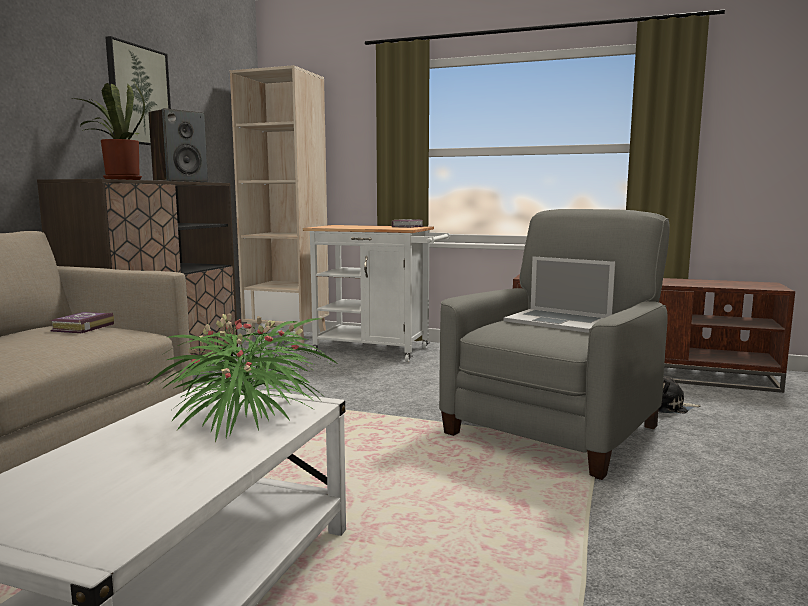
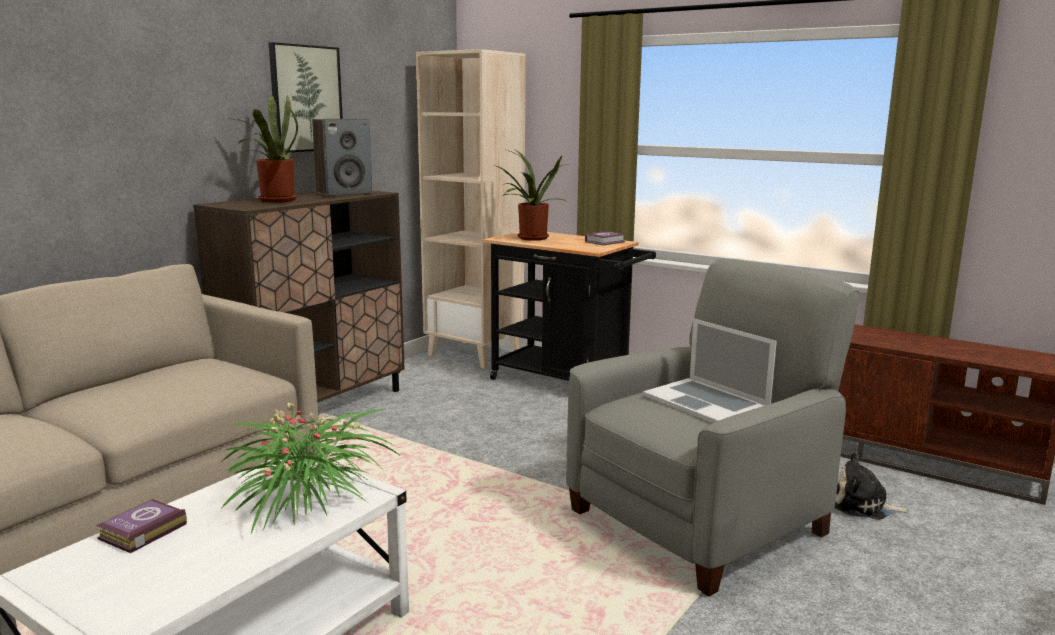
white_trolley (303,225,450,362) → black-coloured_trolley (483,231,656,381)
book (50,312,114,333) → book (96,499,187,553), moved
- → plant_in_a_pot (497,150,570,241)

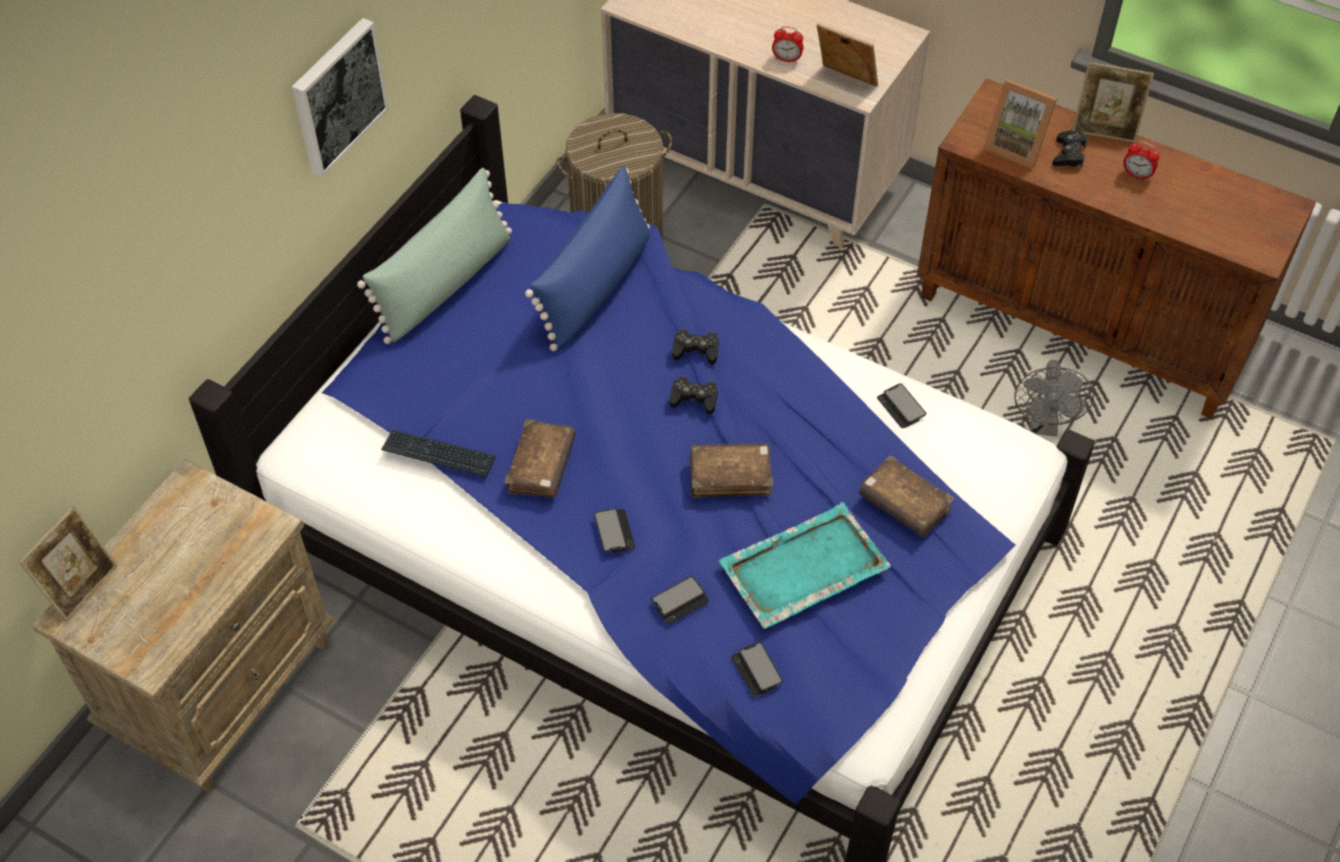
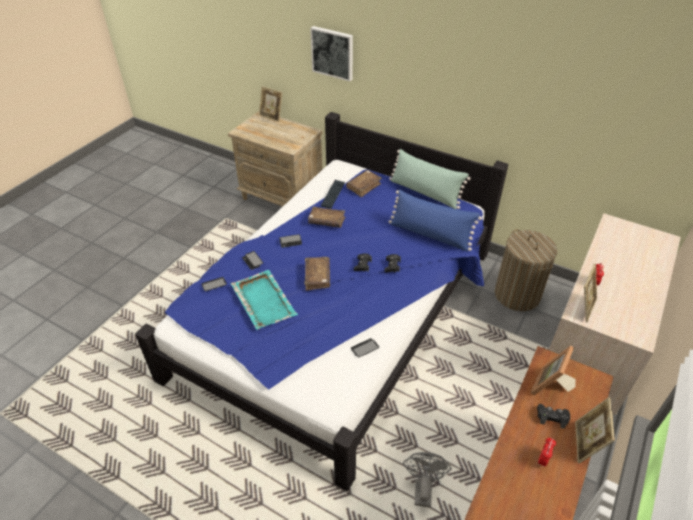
picture (292,18,389,177) → picture (310,26,353,81), moved
greyish_cooling_fan (1014,360,1094,437) → greyish_cooling_fan (403,452,452,507), 90 degrees clockwise
brown-coloured_book (859,456,955,537) → brown-coloured_book (346,170,382,197), moved

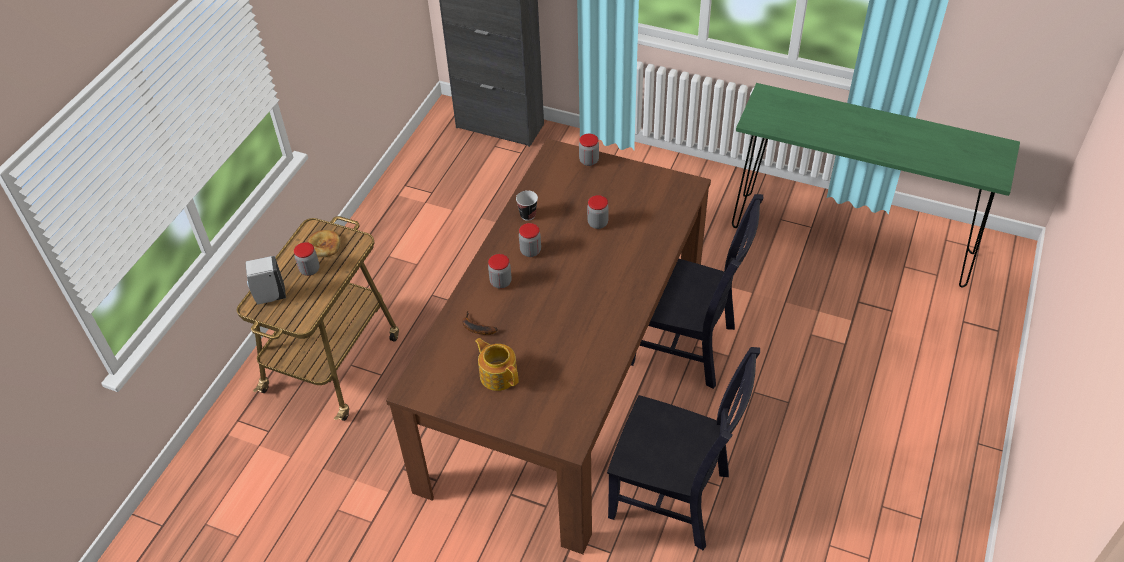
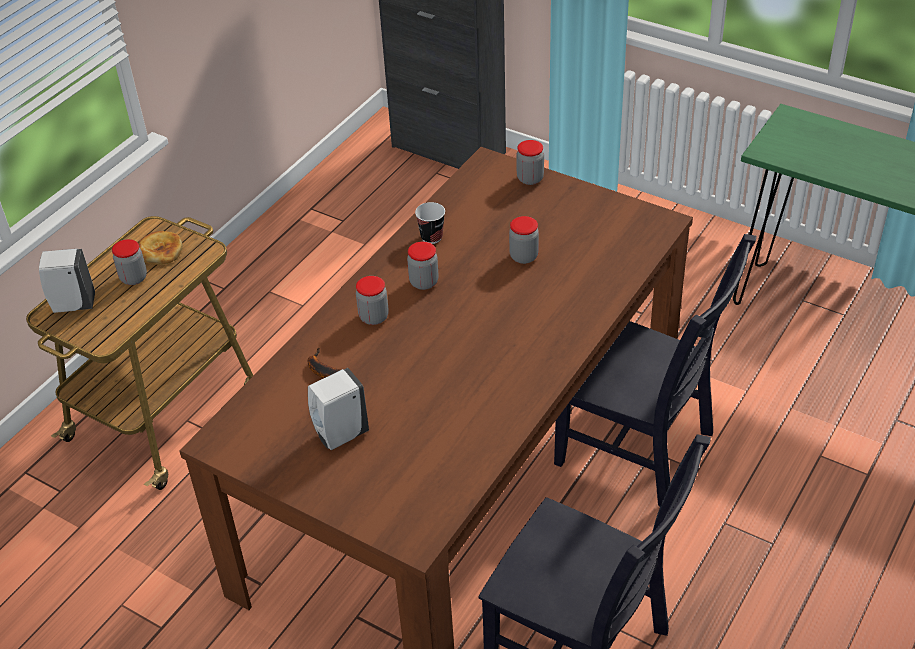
teapot (475,338,518,391) → white_soap_dispenser (308,368,369,450)

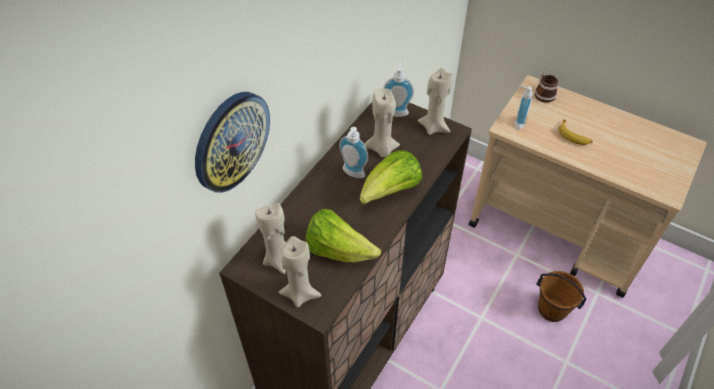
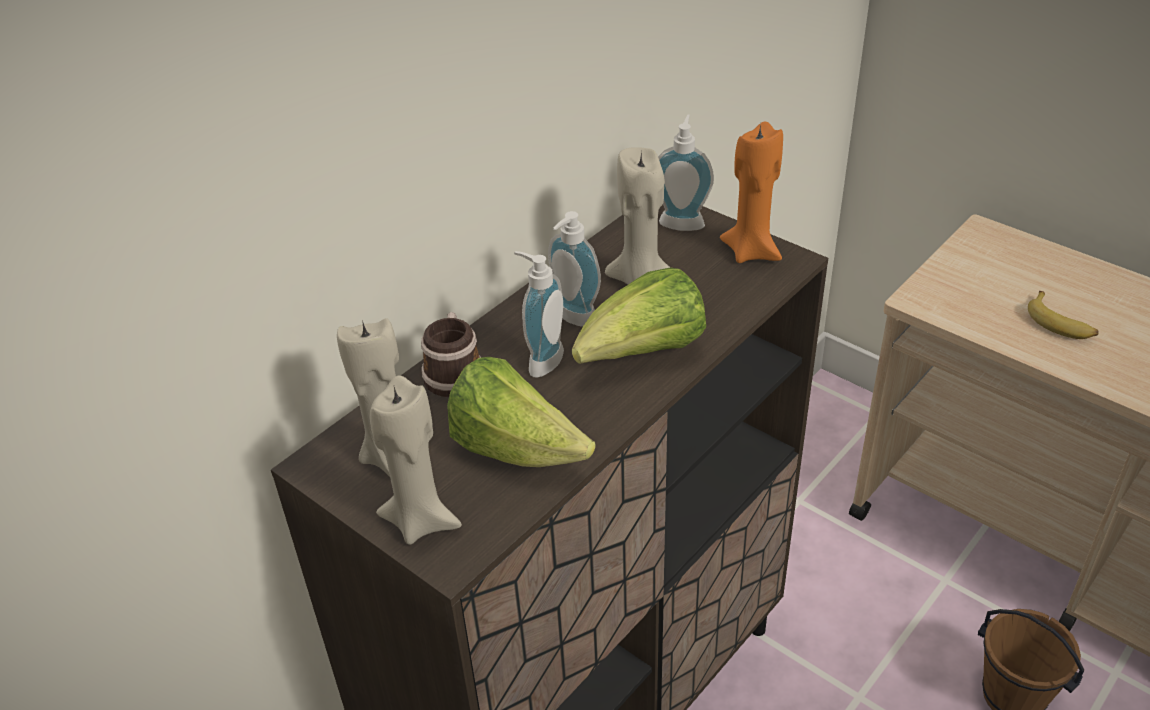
sand-coloured_candle (418,68,452,135) → orange-coloured_candle (720,122,783,263)
mug (535,73,559,103) → mug (421,312,481,397), moved
soap_dispenser (515,86,533,130) → soap_dispenser (514,251,564,378), moved
hanging_clock (195,92,270,193) → -

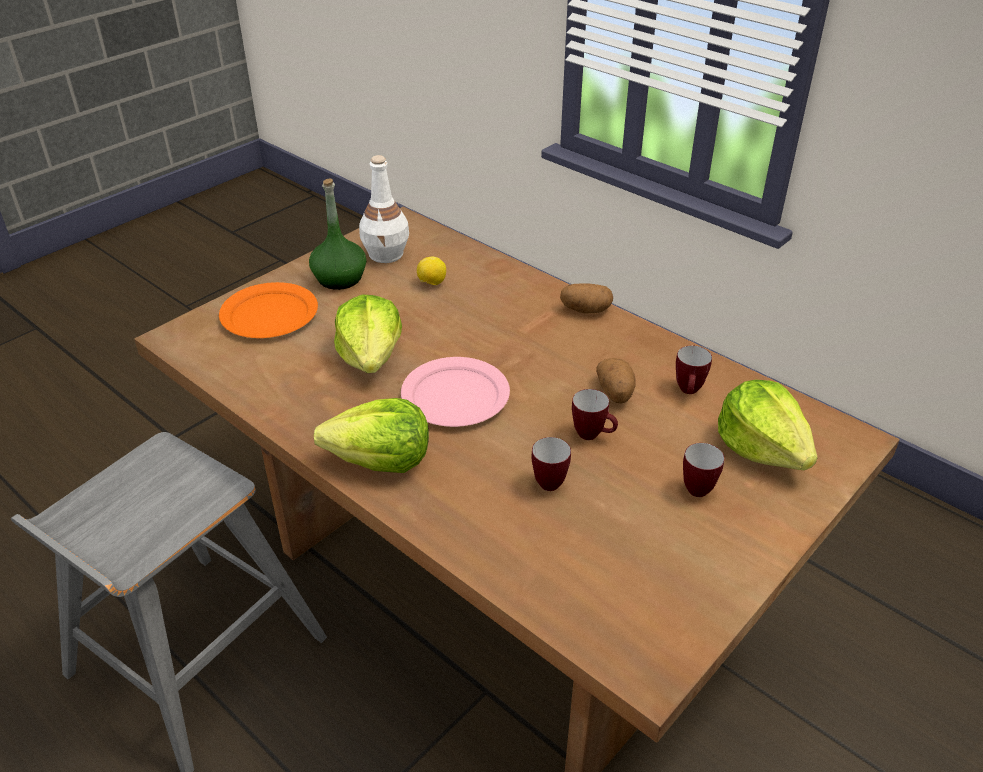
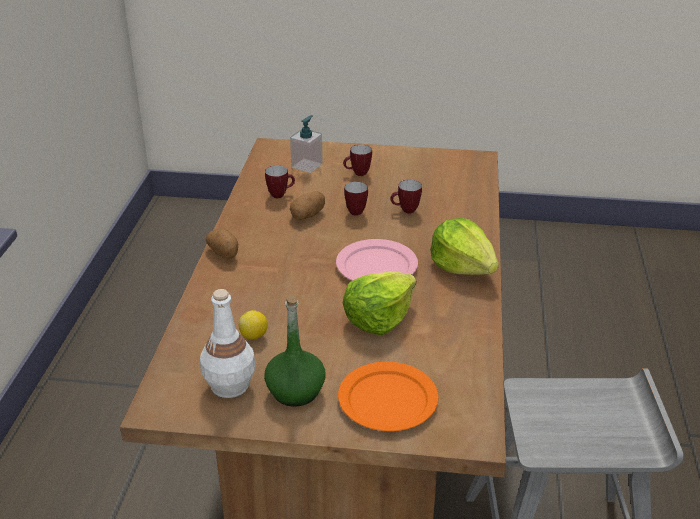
lettuce (718,380,818,470) → soap_dispenser (290,115,323,173)

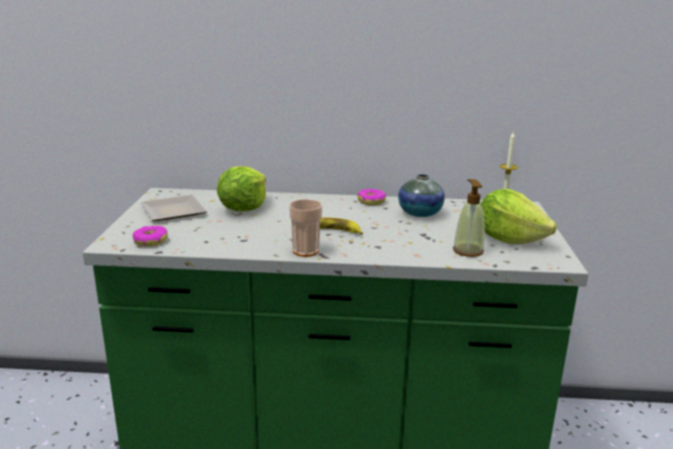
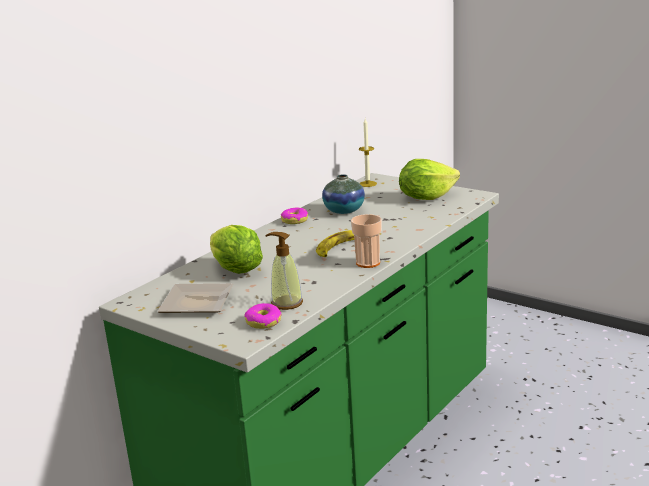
soap_dispenser (453,179,485,257) → soap_dispenser (265,232,303,310), moved

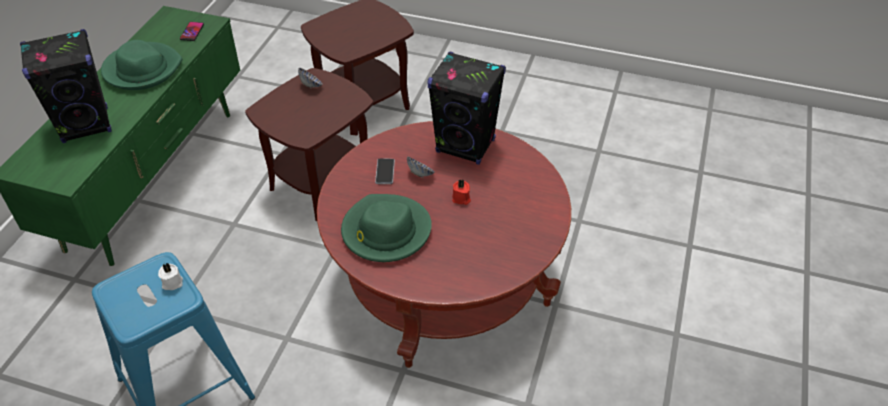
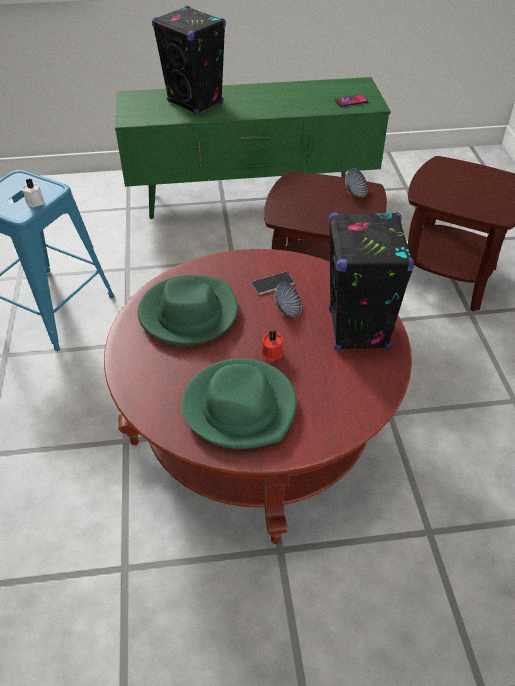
green_wearable_hat (101,40,182,90) → green_wearable_hat (182,358,297,449), moved

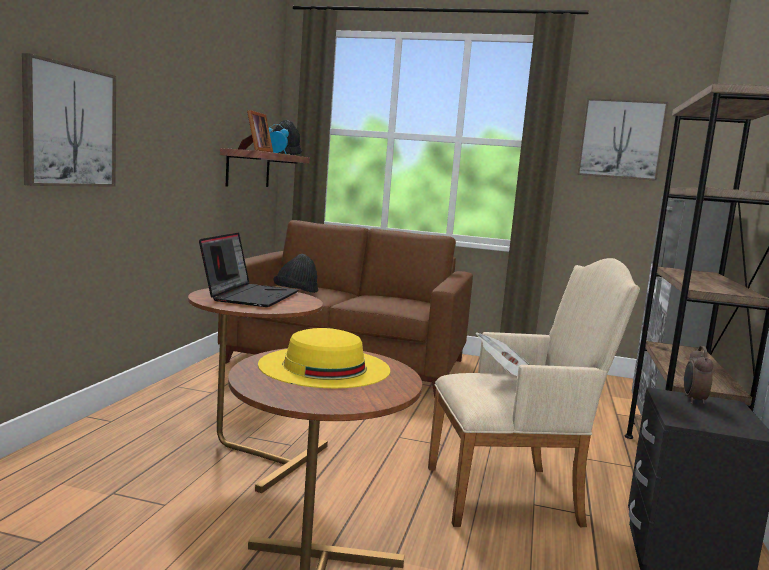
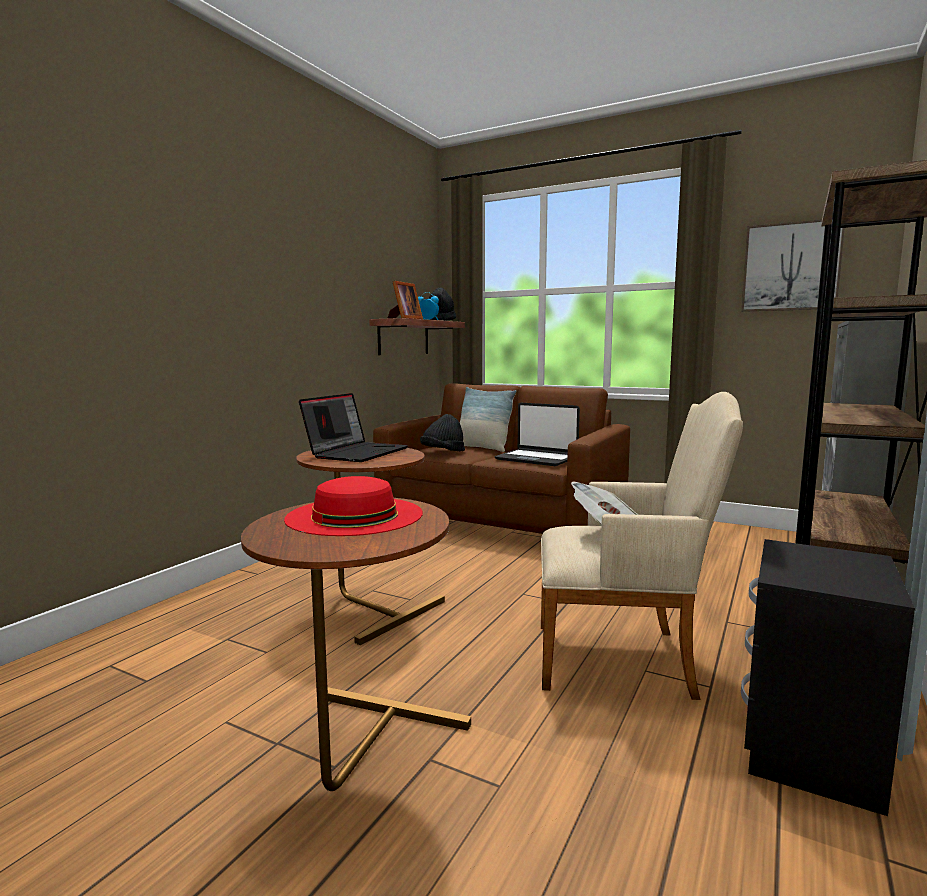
picture (22,53,116,187) → -
yellowish_wearable_hat (258,328,390,388) → reddish_wearable_hat (284,476,423,536)
bedside_clock (684,346,713,404) → -
- → cushion (460,387,516,452)
- → portable_computer (495,403,580,466)

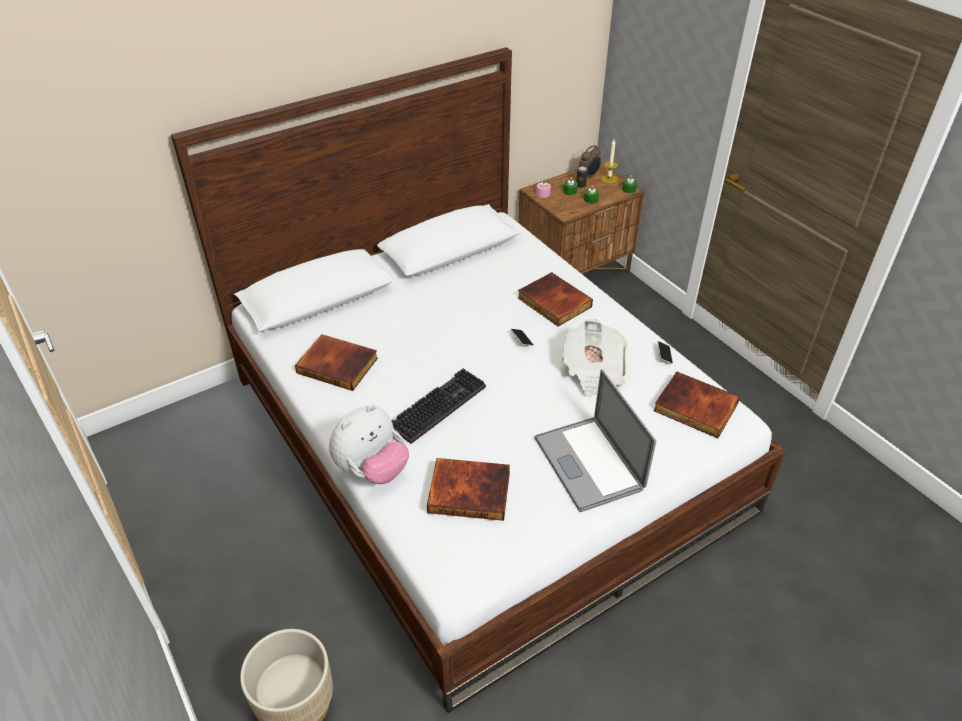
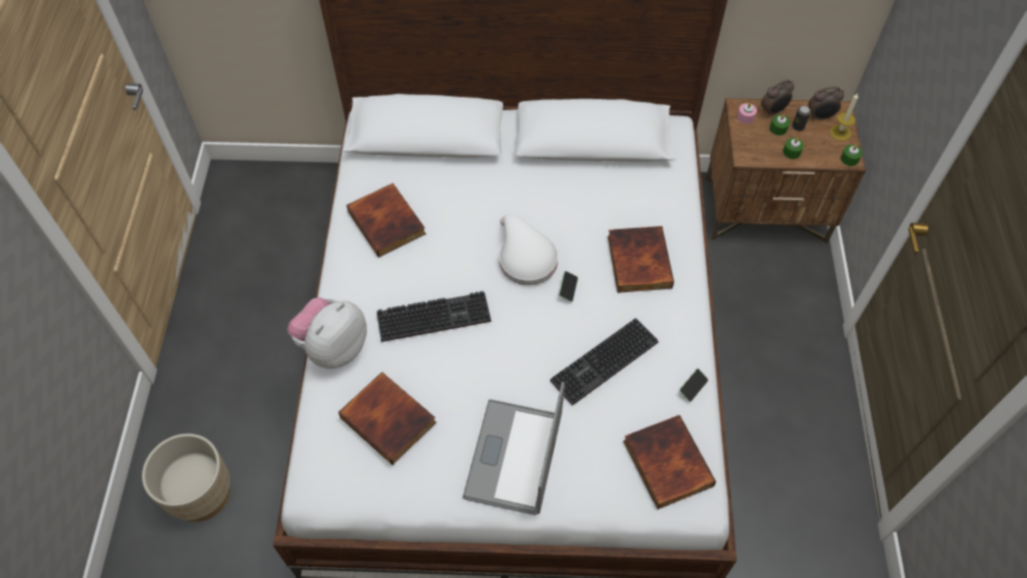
printed_paper (562,319,627,397) → PC_keyboard (550,318,658,406)
plush_toy (329,405,409,484) → plush_toy (287,298,367,369), 135 degrees clockwise
- → bedside_clock (761,79,794,117)
- → white_wearable_hat (499,214,558,285)

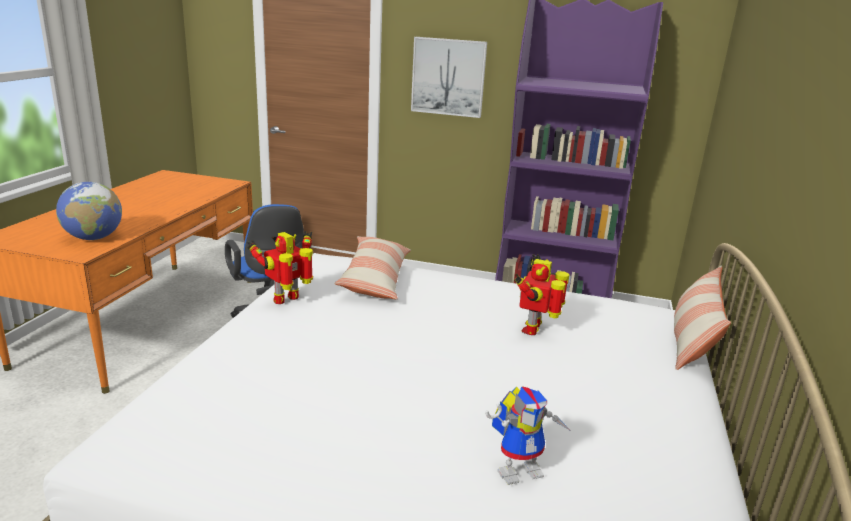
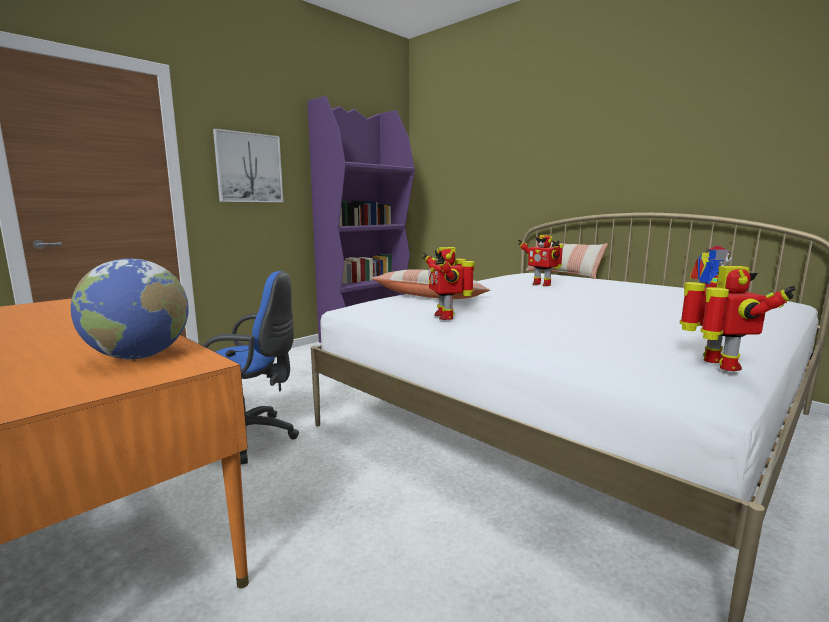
- → toy_robot (680,266,796,371)

